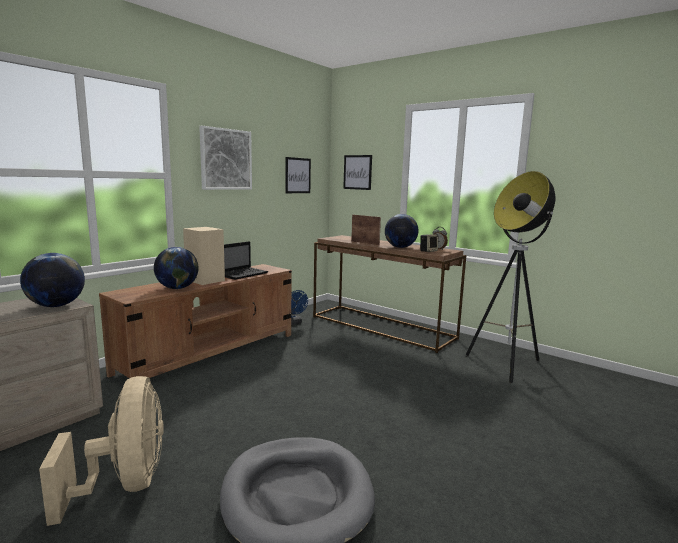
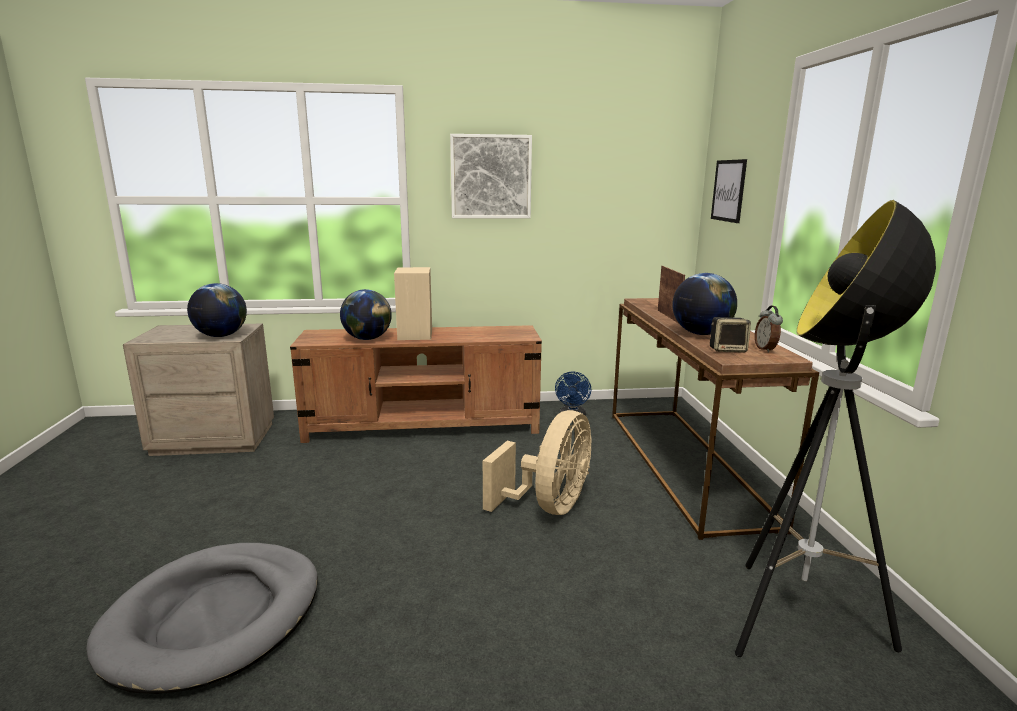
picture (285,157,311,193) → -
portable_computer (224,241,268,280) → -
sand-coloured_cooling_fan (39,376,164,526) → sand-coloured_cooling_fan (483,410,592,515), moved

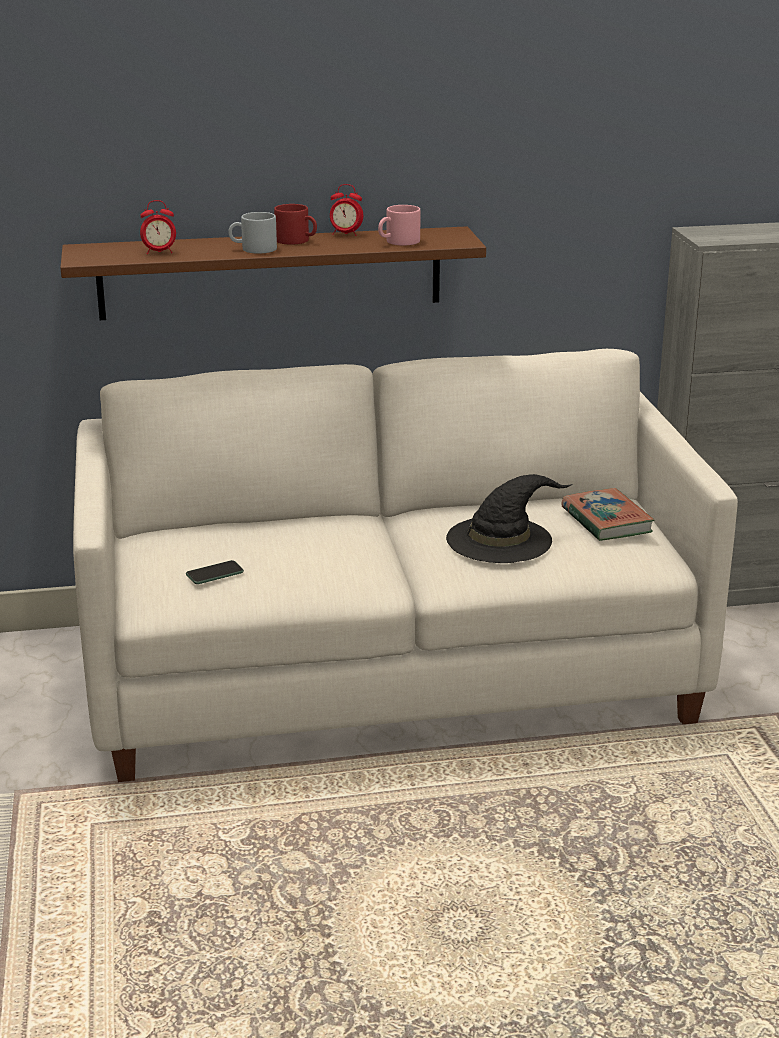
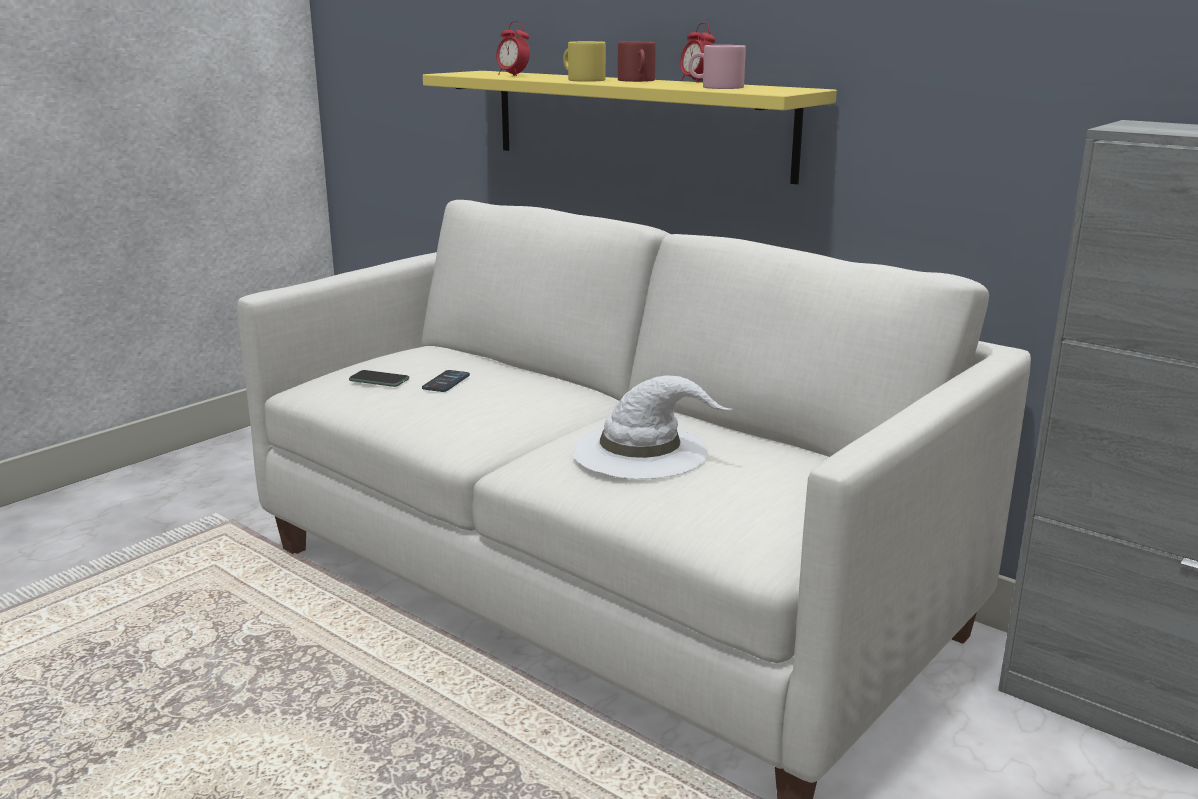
greyish_mug (228,212,277,254) → yellowish_mug (563,41,606,82)
brown-coloured_wall_shelf (60,226,486,320) → yellowish_wall_shelf (423,71,837,184)
black-coloured_wearable_hat (446,474,572,563) → white_wearable_hat (572,375,732,479)
book (561,488,655,541) → -
- → telephone (422,370,470,392)

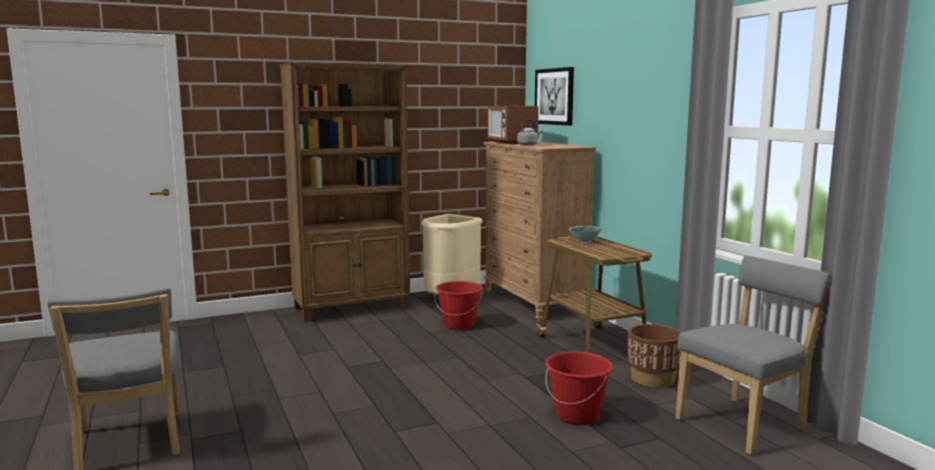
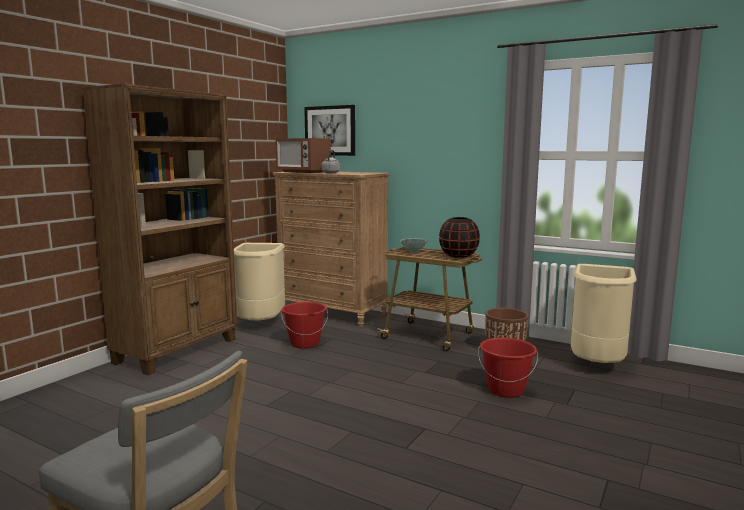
greyish_upright_chair (675,256,830,455) → sand-coloured_rubbish_bin (571,264,637,363)
- → black-coloured_vase (439,217,480,258)

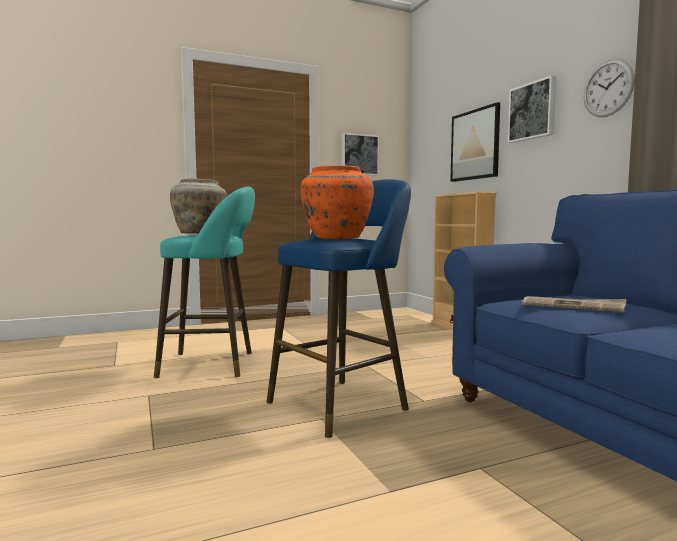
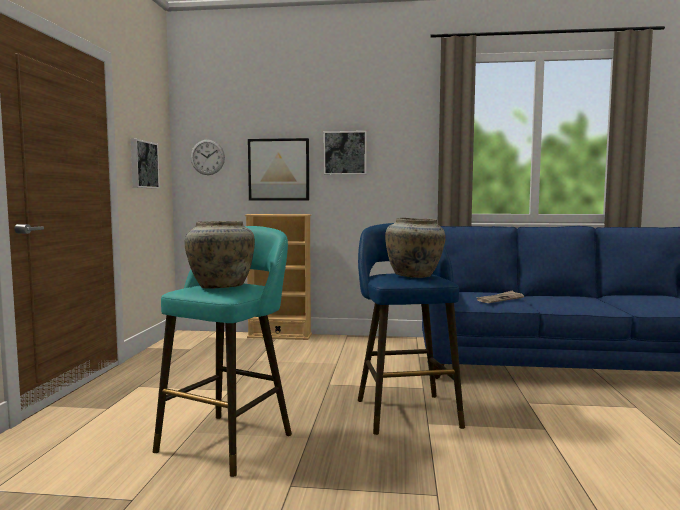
hanging_clock (584,59,635,117) → hanging_clock (191,140,225,175), moved
orange-coloured_vase (301,165,374,239) → sand-coloured_vase (385,218,445,278)

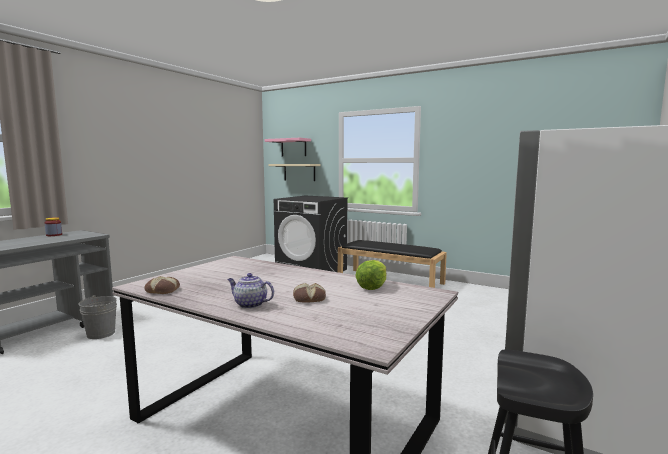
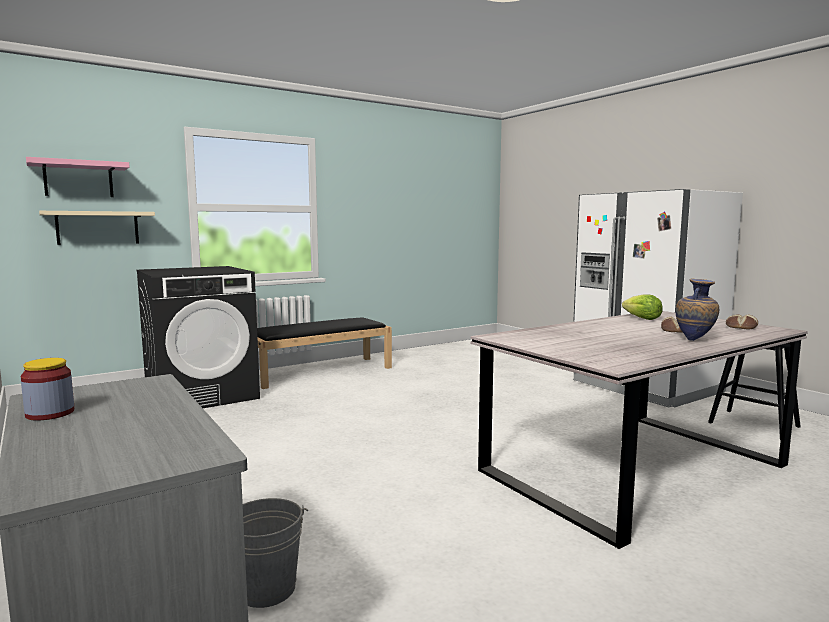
teapot (227,273,274,309) → vase (676,278,719,341)
bread (144,276,180,294) → bread (726,314,758,329), moved

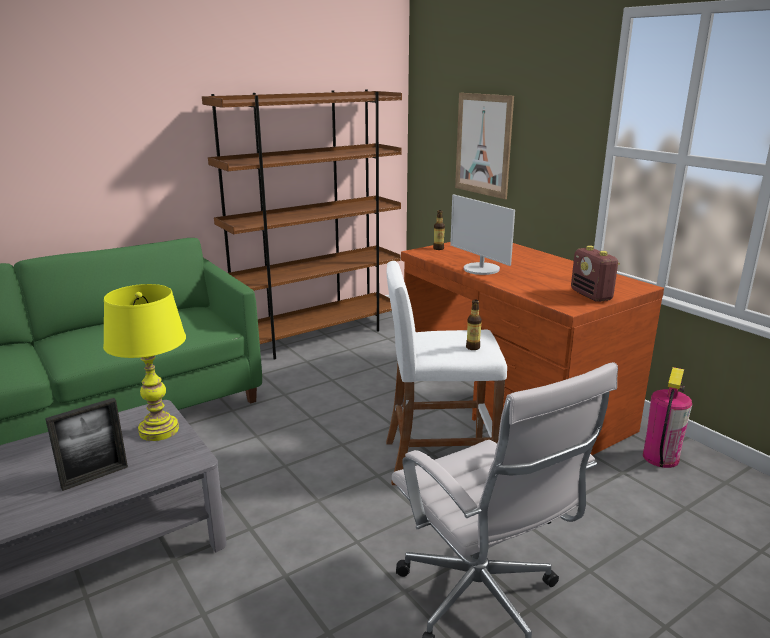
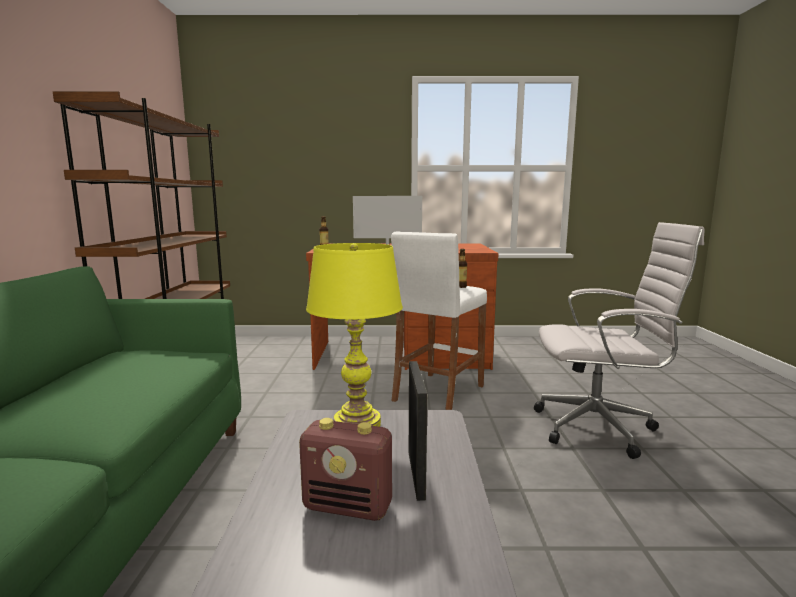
picture (455,93,514,199) → -
radio_receiver (571,245,620,302) → radio_receiver (299,418,392,521), moved
fire_extinguisher (643,367,692,468) → -

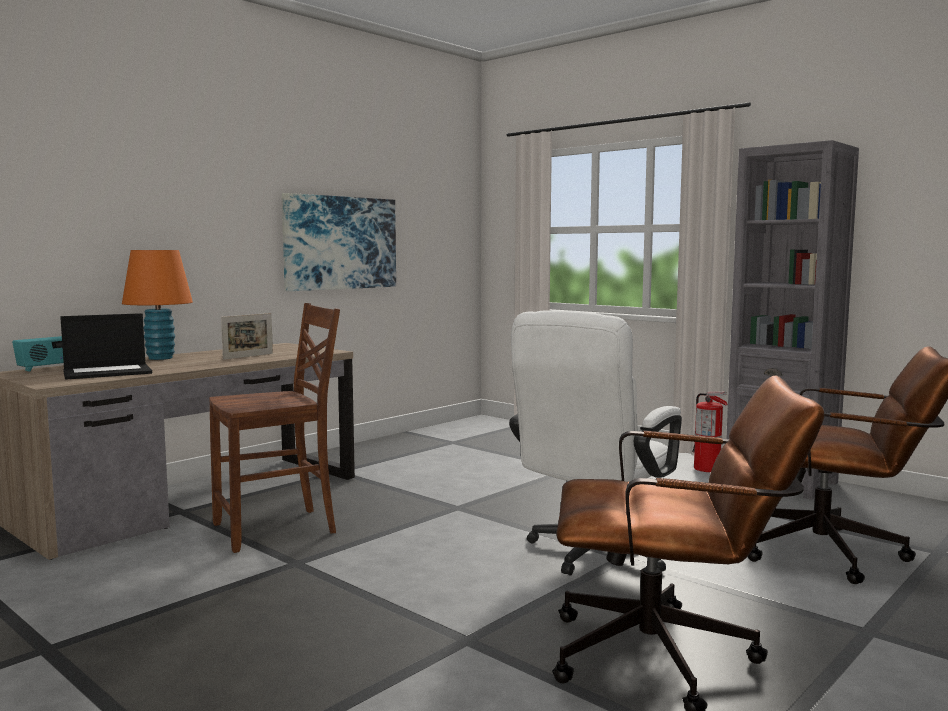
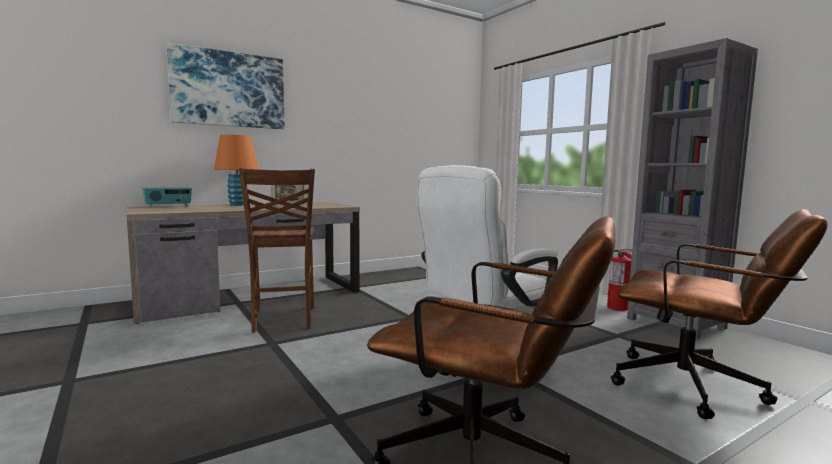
picture (282,193,396,291) → picture (166,43,285,129), moved
brown-coloured_upright_chair (209,303,340,553) → brown-coloured_upright_chair (239,168,315,333), 90 degrees clockwise
portable_computer (60,313,152,380) → -

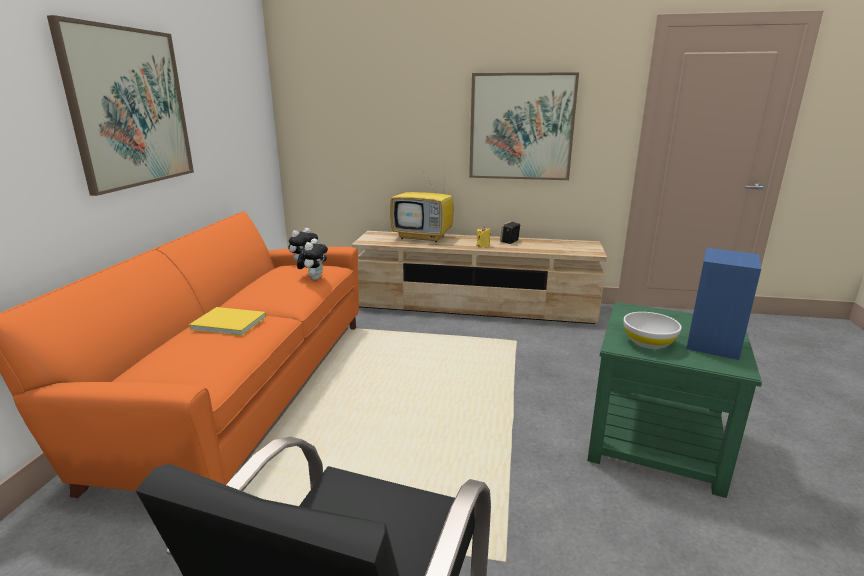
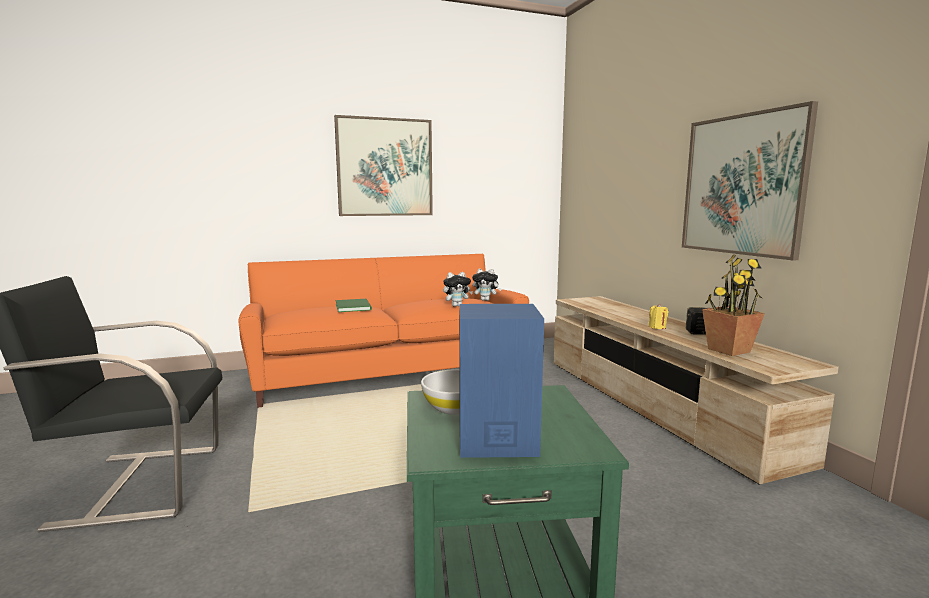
TV (390,168,454,242) → -
yellowish_book (189,307,267,336) → green_book (336,299,372,312)
- → plant_in_a_pot (702,254,765,356)

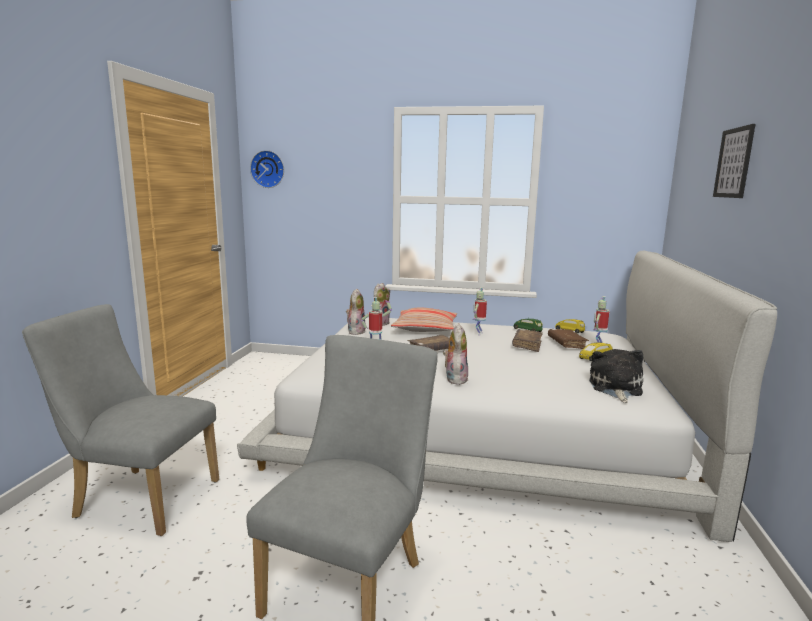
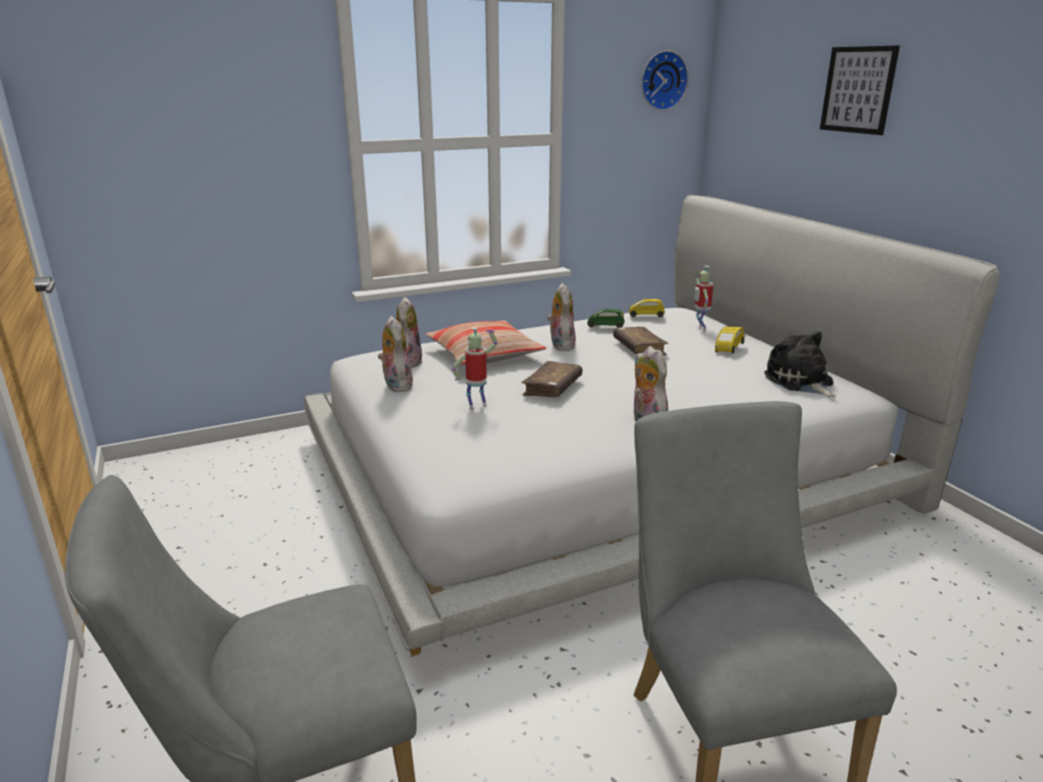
hanging_clock (250,150,284,188) → hanging_clock (641,50,688,111), moved
toy_robot (473,287,487,335) → plush_toy (547,283,576,351)
brown-coloured_book (548,329,589,349) → -

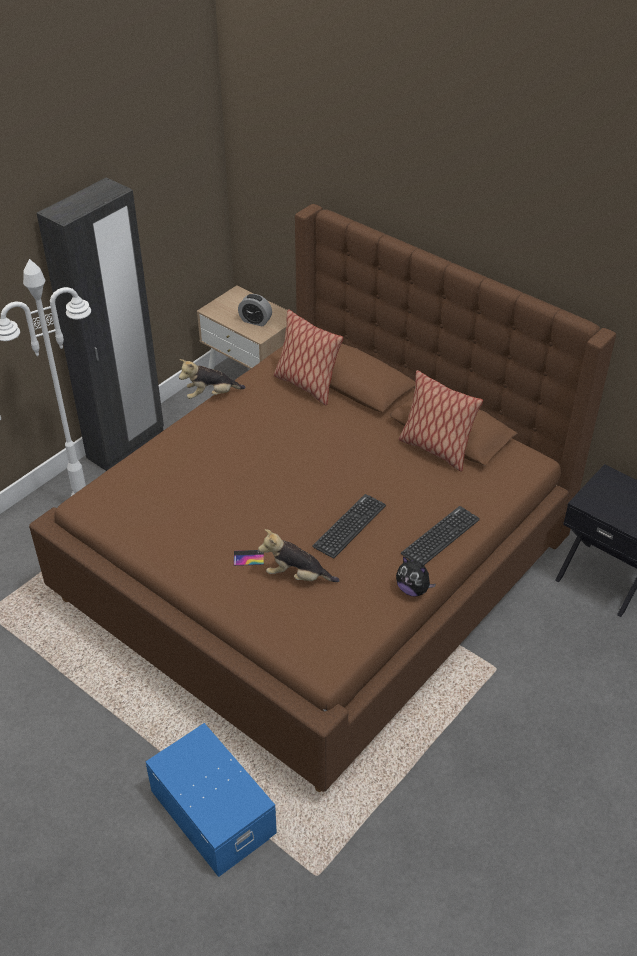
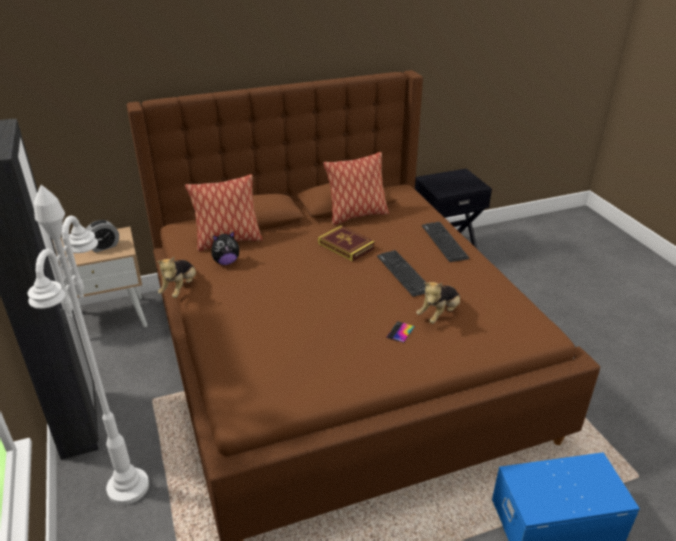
plush_toy (396,556,436,597) → plush_toy (211,231,239,265), moved
- → book (318,226,375,262)

